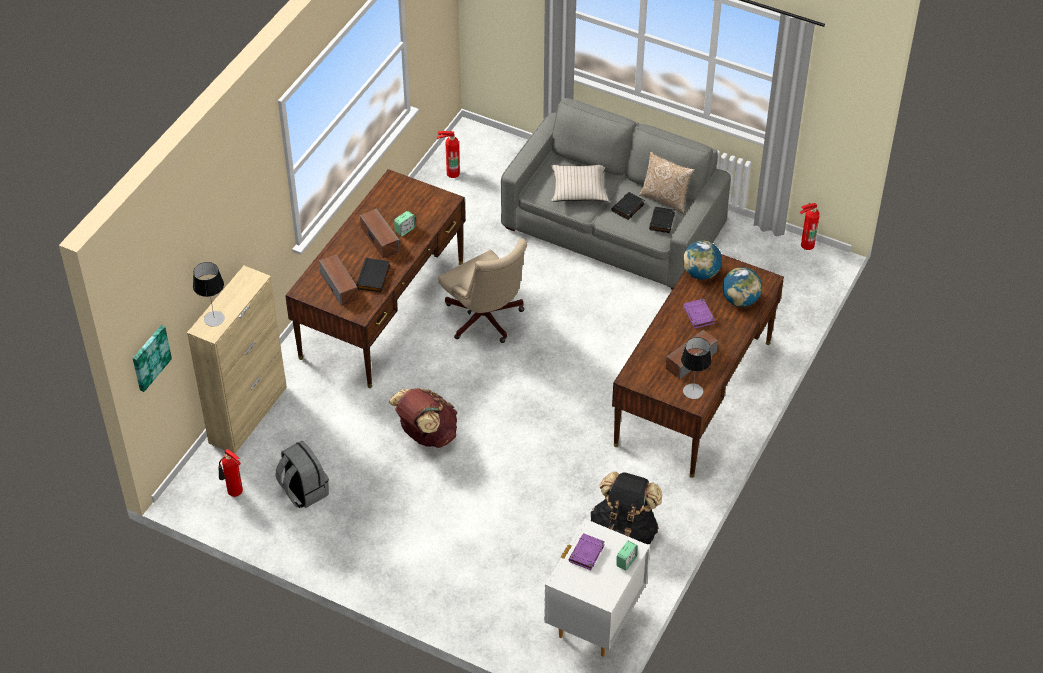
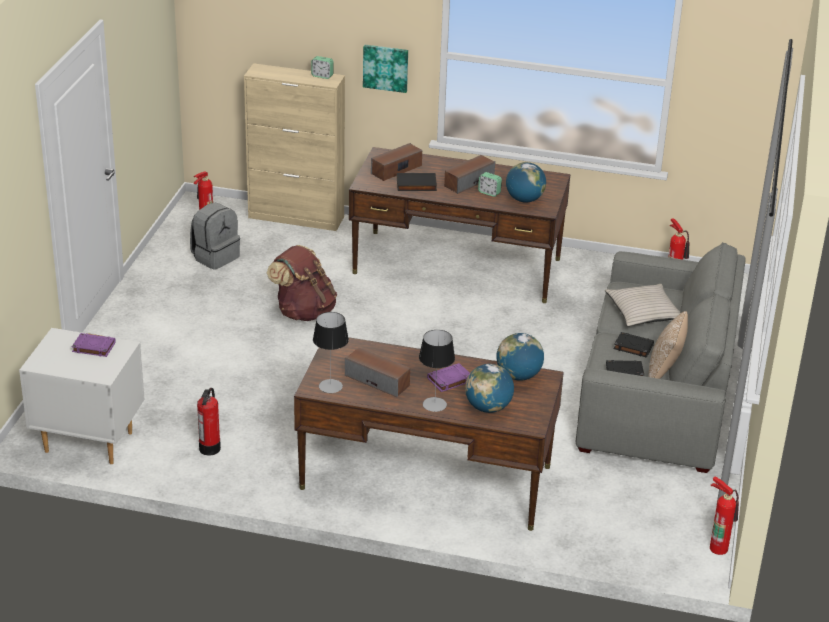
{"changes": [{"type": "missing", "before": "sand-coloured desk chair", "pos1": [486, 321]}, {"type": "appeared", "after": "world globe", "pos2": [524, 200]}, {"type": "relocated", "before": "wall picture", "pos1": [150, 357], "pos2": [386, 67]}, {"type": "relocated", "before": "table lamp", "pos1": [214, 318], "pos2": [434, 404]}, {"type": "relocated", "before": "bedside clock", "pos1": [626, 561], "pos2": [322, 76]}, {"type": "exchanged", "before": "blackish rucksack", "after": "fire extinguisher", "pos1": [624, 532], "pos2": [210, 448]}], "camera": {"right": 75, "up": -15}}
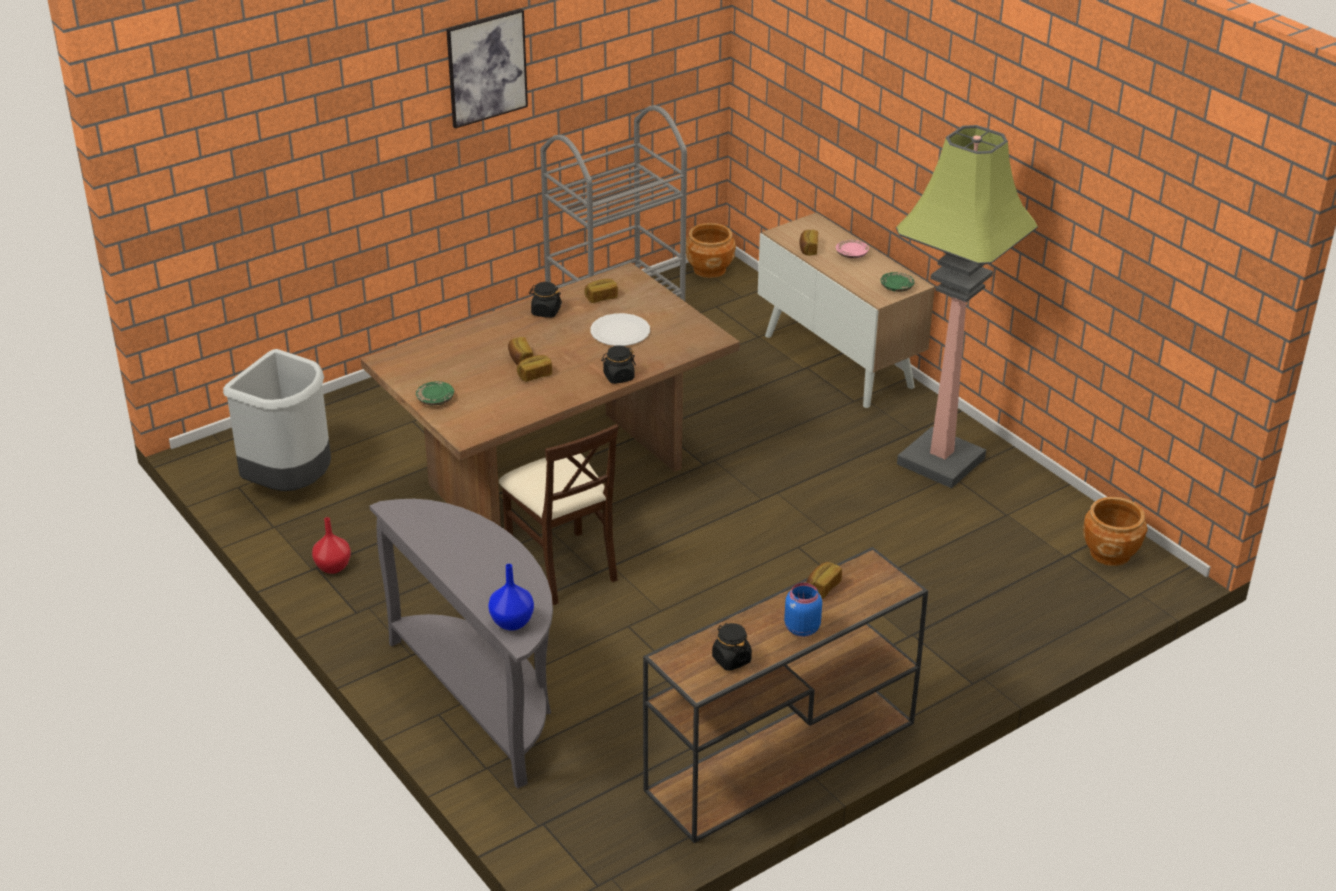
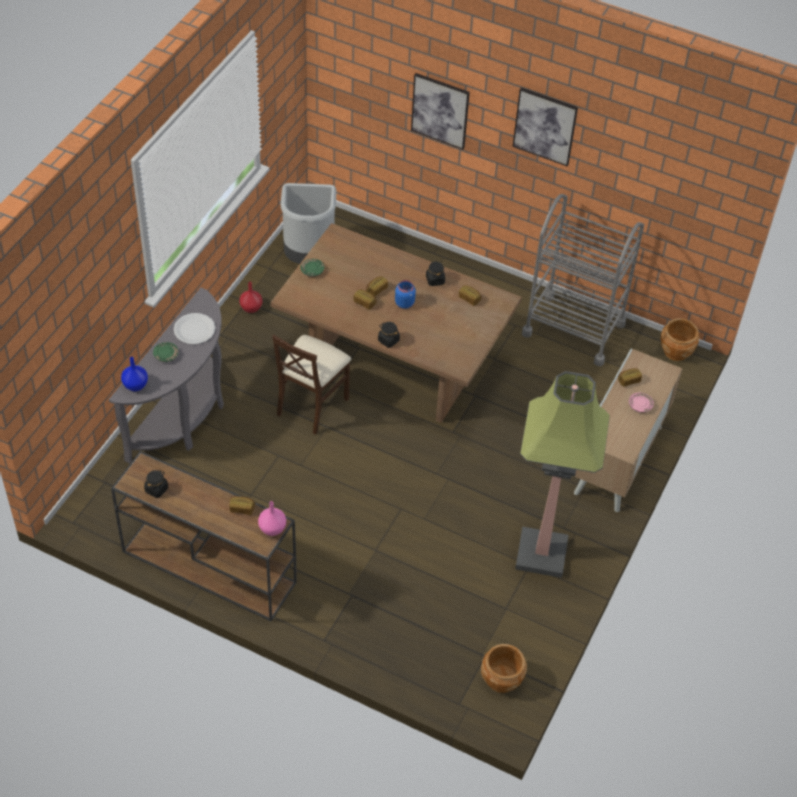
{"changes": [{"type": "appeared", "after": "pinkish flower vase", "pos2": [272, 529]}, {"type": "appeared", "after": "wall picture", "pos2": [440, 110]}, {"type": "relocated", "before": "white-coloured plate", "pos1": [620, 332], "pos2": [194, 329]}, {"type": "relocated", "before": "bluish storage jar", "pos1": [801, 628], "pos2": [404, 303]}, {"type": "relocated", "before": "green-coloured plate", "pos1": [896, 287], "pos2": [166, 355]}], "camera": {"right": 60, "up": 15}}
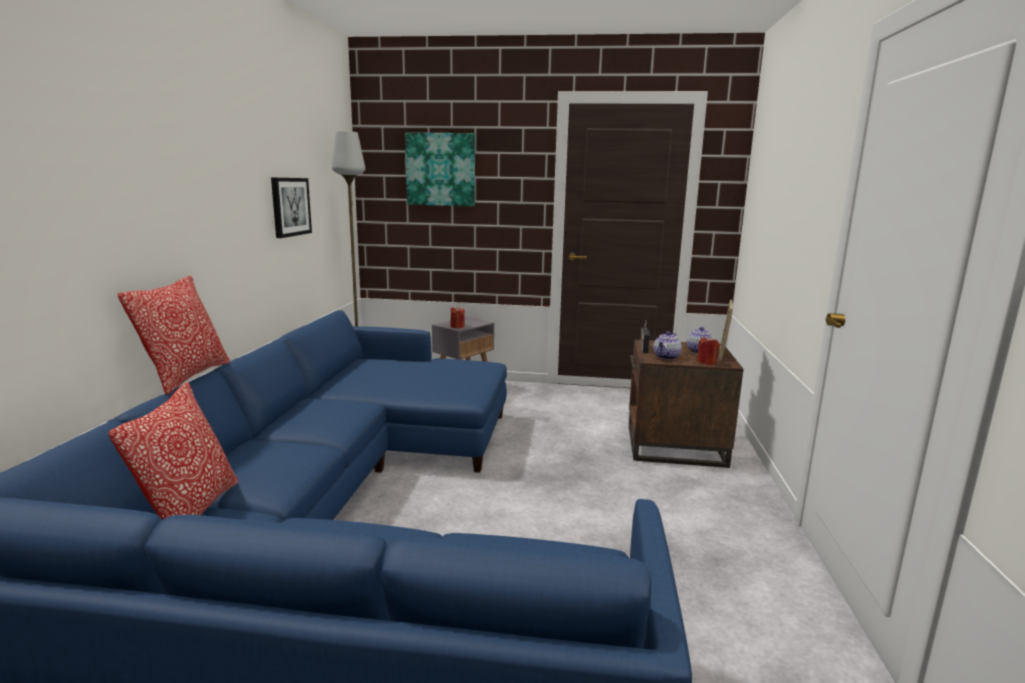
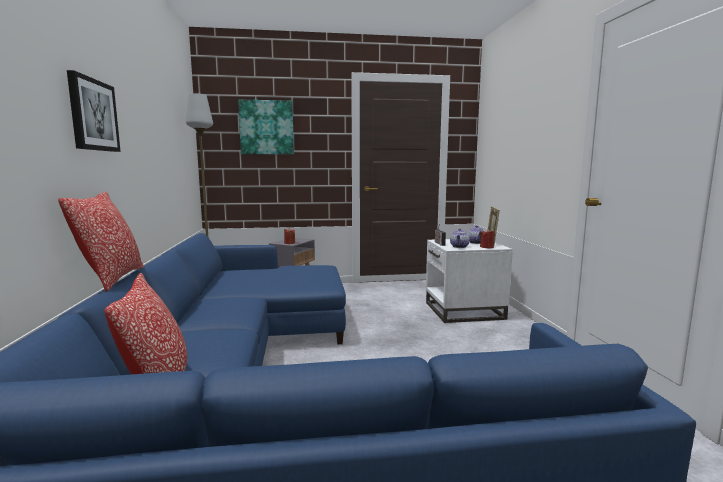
{"changes": [{"type": "relocated", "before": "wall picture", "pos1": [290, 206], "pos2": [93, 115]}, {"type": "colour", "before": "brownish end table", "after": "white-coloured end table", "pos1": [675, 446], "pos2": [464, 311]}], "camera": {"right": -15, "up": -5}}
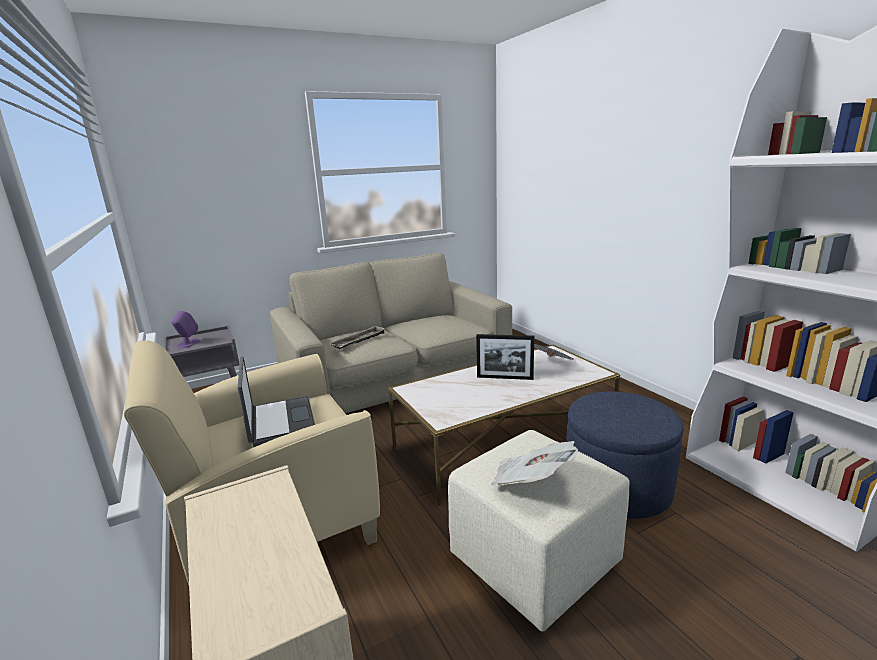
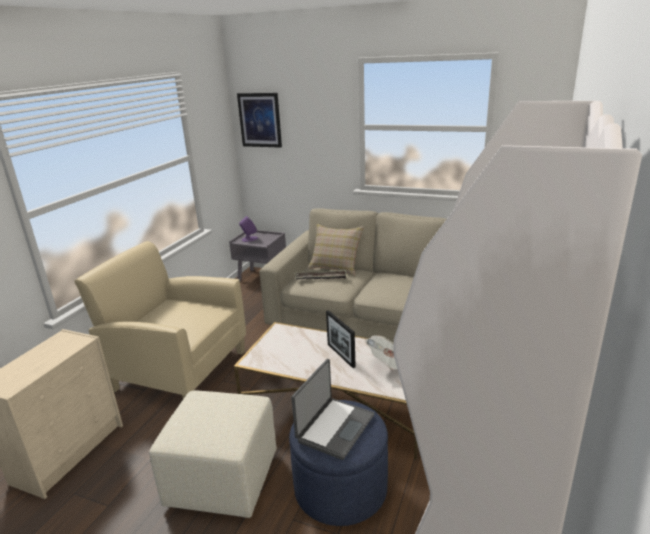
{"changes": [{"type": "missing", "before": "newspaper", "pos1": [531, 482]}, {"type": "appeared", "after": "wall picture", "pos2": [260, 120]}, {"type": "appeared", "after": "sand-coloured cushion", "pos2": [336, 267]}, {"type": "relocated", "before": "portable computer", "pos1": [279, 422], "pos2": [334, 428]}], "camera": {"right": 50, "up": 5}}
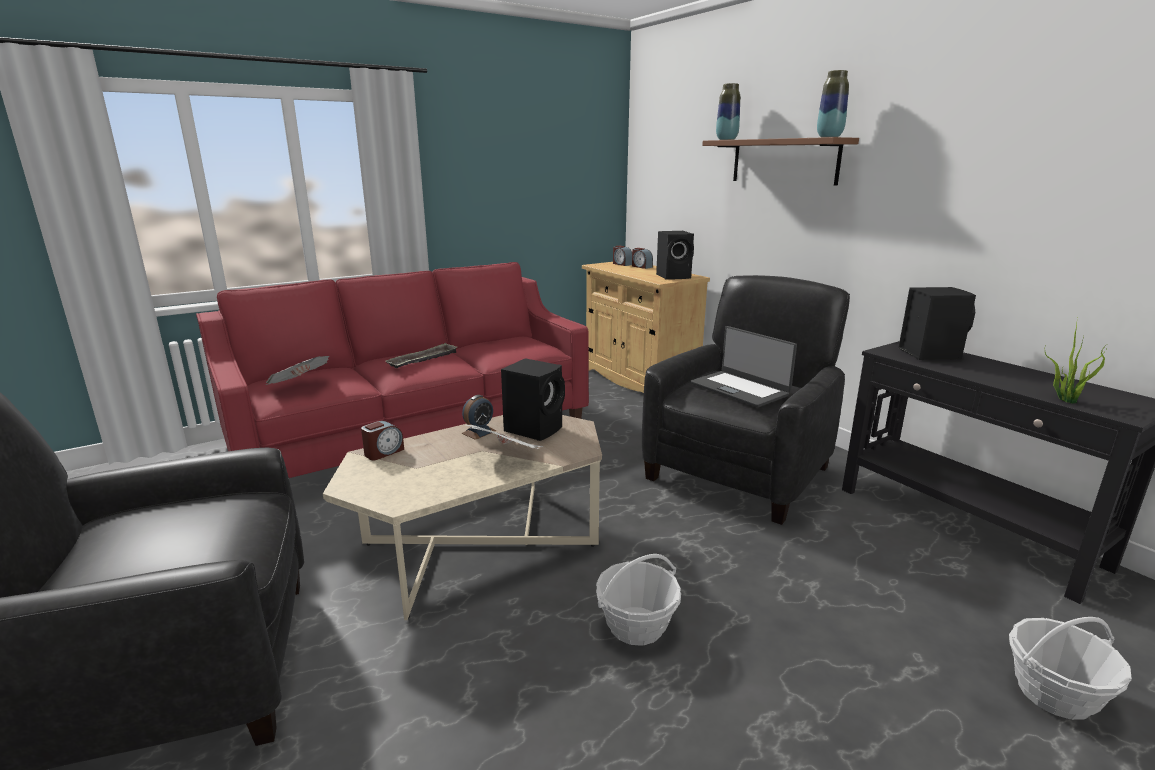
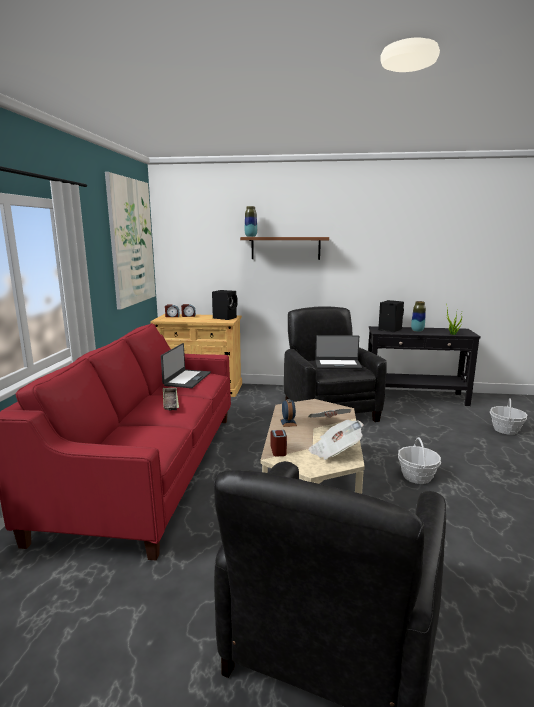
{"changes": [{"type": "missing", "before": "blackish audio speaker", "pos1": [535, 428]}, {"type": "appeared", "after": "wall picture", "pos2": [131, 242]}, {"type": "appeared", "after": "portable computer", "pos2": [186, 379]}, {"type": "relocated", "before": "newspaper", "pos1": [300, 386], "pos2": [335, 451]}, {"type": "relocated", "before": "flower vase", "pos1": [829, 137], "pos2": [417, 331]}], "camera": {"right": -50, "up": -5}}
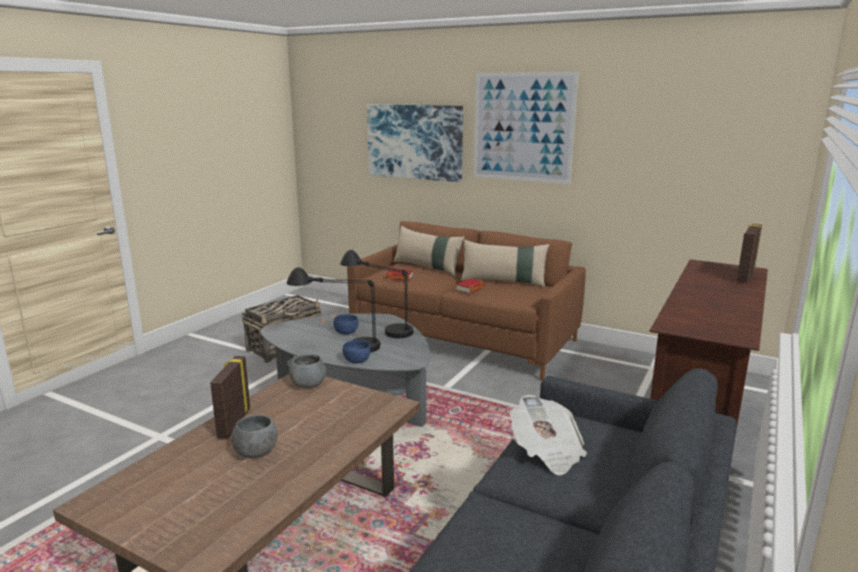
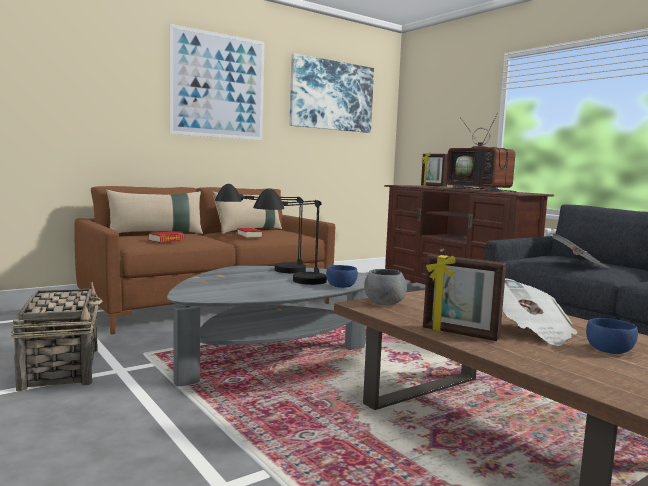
{"changes": [{"type": "appeared", "after": "TV", "pos2": [481, 190]}, {"type": "relocated", "before": "bluish bowl", "pos1": [346, 332], "pos2": [609, 350]}, {"type": "relocated", "before": "wall picture", "pos1": [414, 142], "pos2": [332, 95]}, {"type": "exchanged", "before": "grey bowl", "after": "newspaper", "pos1": [256, 452], "pos2": [532, 332]}], "camera": {"right": -65, "up": -10}}
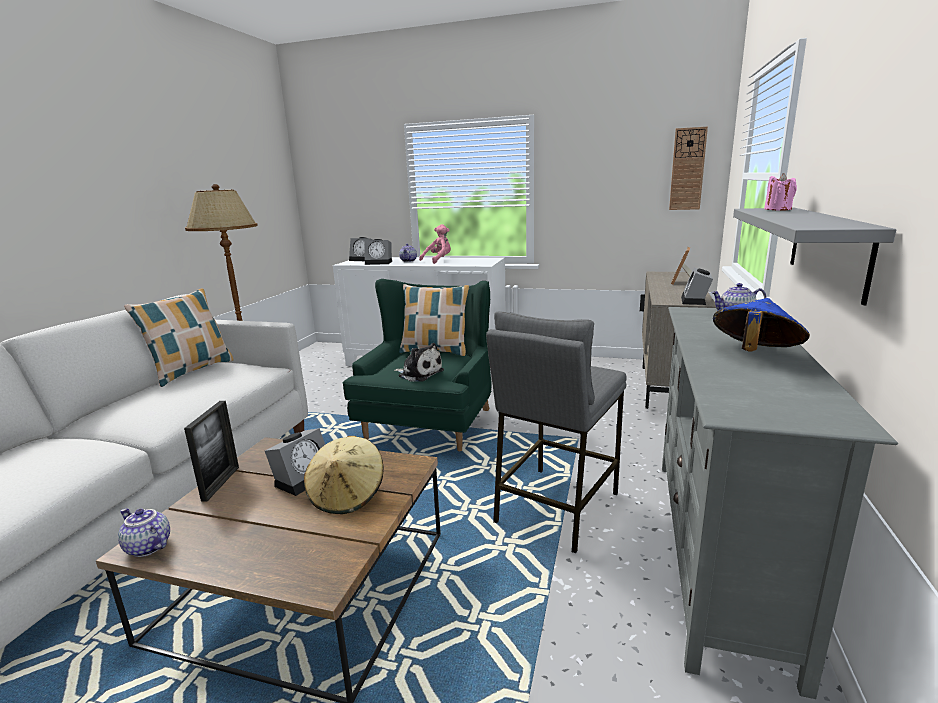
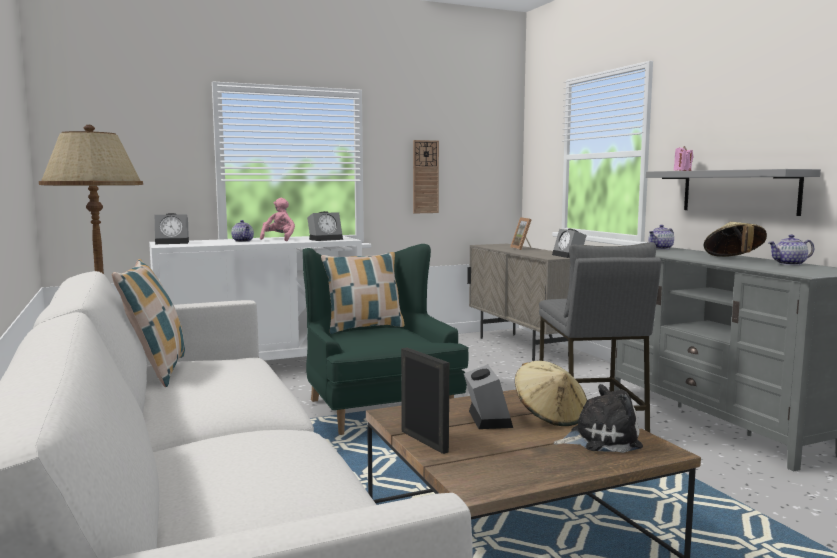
{"changes": [{"type": "relocated", "before": "pot for tea", "pos1": [147, 547], "pos2": [790, 264]}, {"type": "relocated", "before": "bedside clock", "pos1": [380, 262], "pos2": [326, 239]}, {"type": "relocated", "before": "cuddly toy", "pos1": [419, 373], "pos2": [600, 439]}, {"type": "relocated", "before": "hanging clock", "pos1": [687, 169], "pos2": [425, 177]}, {"type": "colour", "before": "bluish hat", "after": "sand-coloured hat", "pos1": [754, 353], "pos2": [733, 259]}], "camera": {"right": -40, "up": -10}}
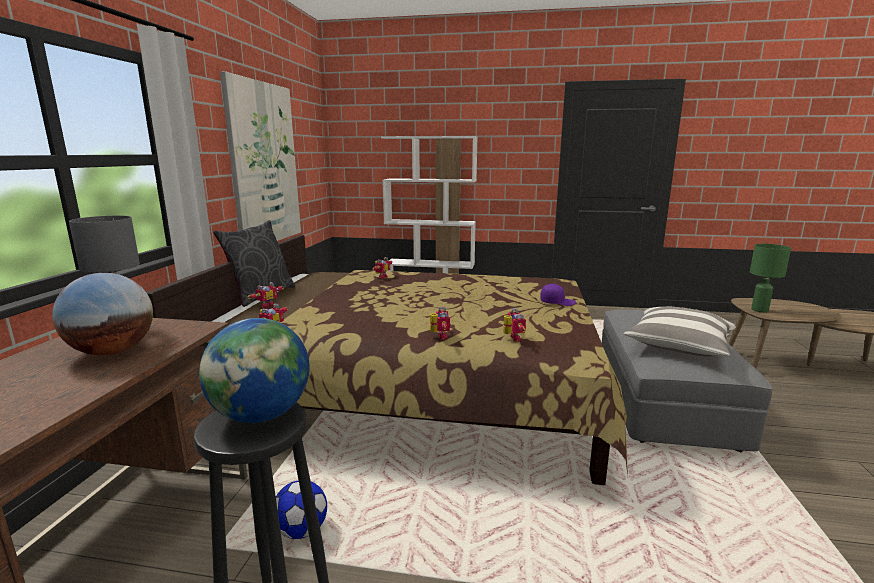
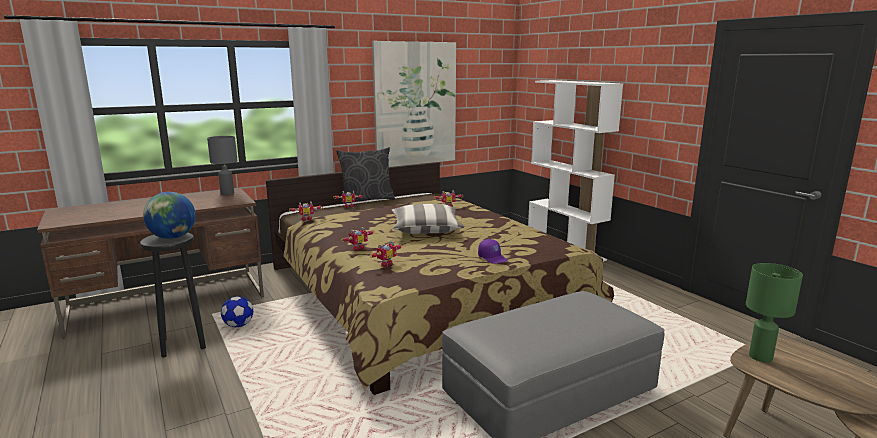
{"changes": [{"type": "missing", "before": "world globe", "pos1": [113, 351]}, {"type": "relocated", "before": "cushion", "pos1": [679, 345], "pos2": [426, 230]}], "camera": {"right": 50, "up": 0}}
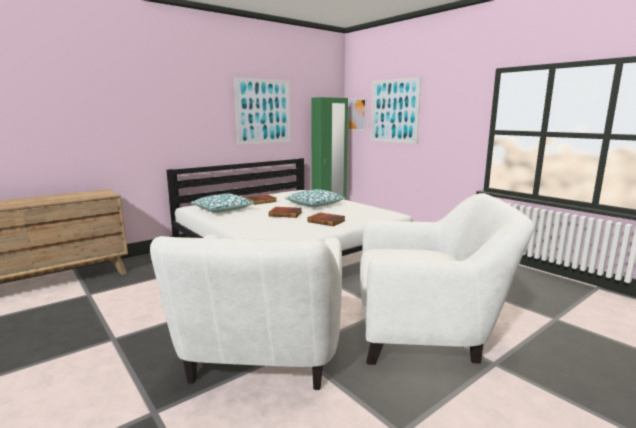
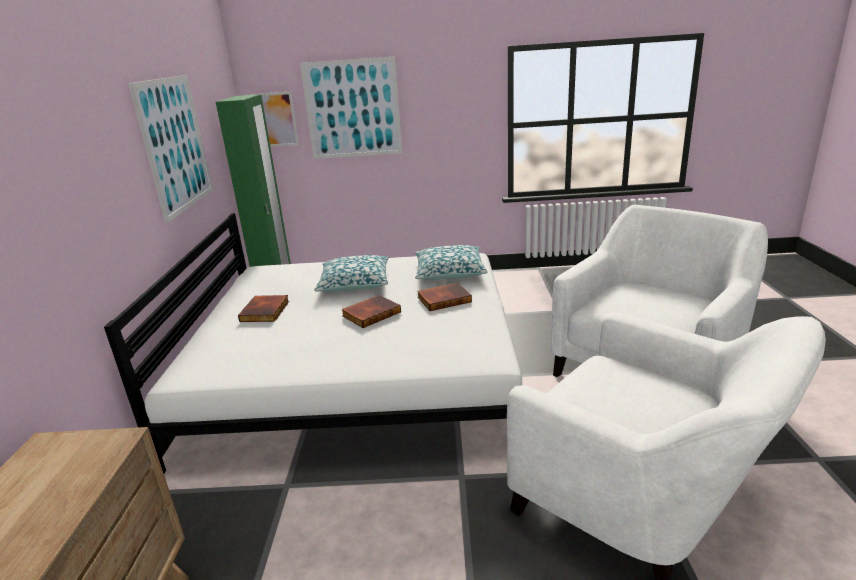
{"changes": [{"type": "relocated", "before": "cushion", "pos1": [222, 209], "pos2": [449, 272]}], "camera": {"right": -50, "up": 10}}
